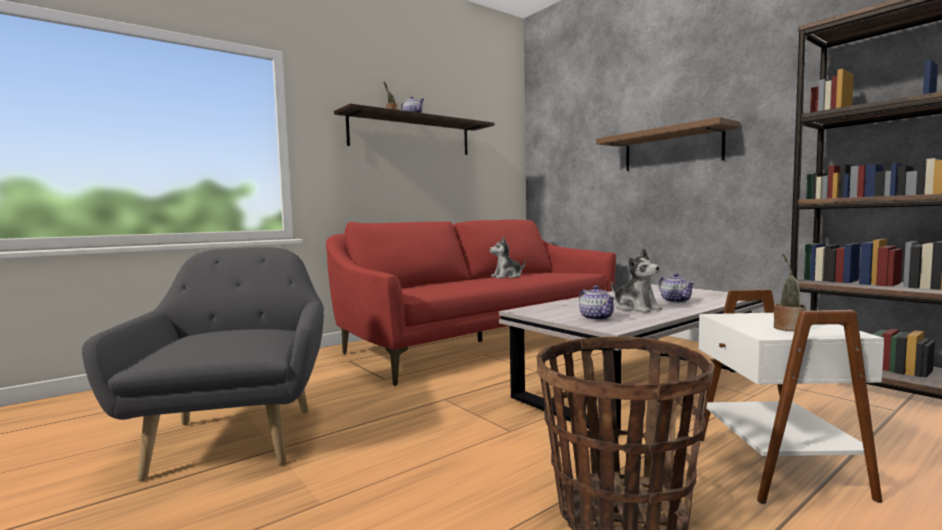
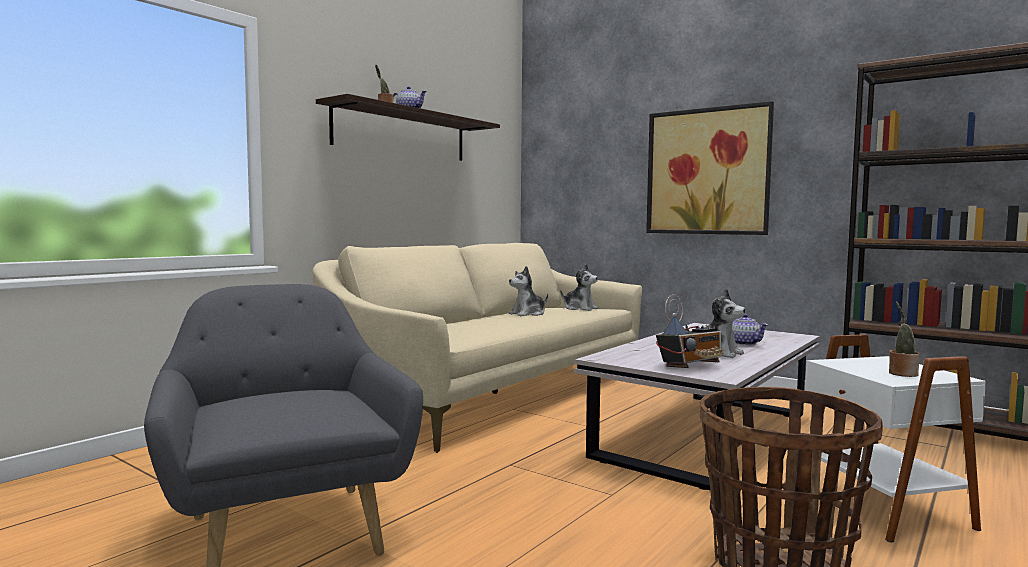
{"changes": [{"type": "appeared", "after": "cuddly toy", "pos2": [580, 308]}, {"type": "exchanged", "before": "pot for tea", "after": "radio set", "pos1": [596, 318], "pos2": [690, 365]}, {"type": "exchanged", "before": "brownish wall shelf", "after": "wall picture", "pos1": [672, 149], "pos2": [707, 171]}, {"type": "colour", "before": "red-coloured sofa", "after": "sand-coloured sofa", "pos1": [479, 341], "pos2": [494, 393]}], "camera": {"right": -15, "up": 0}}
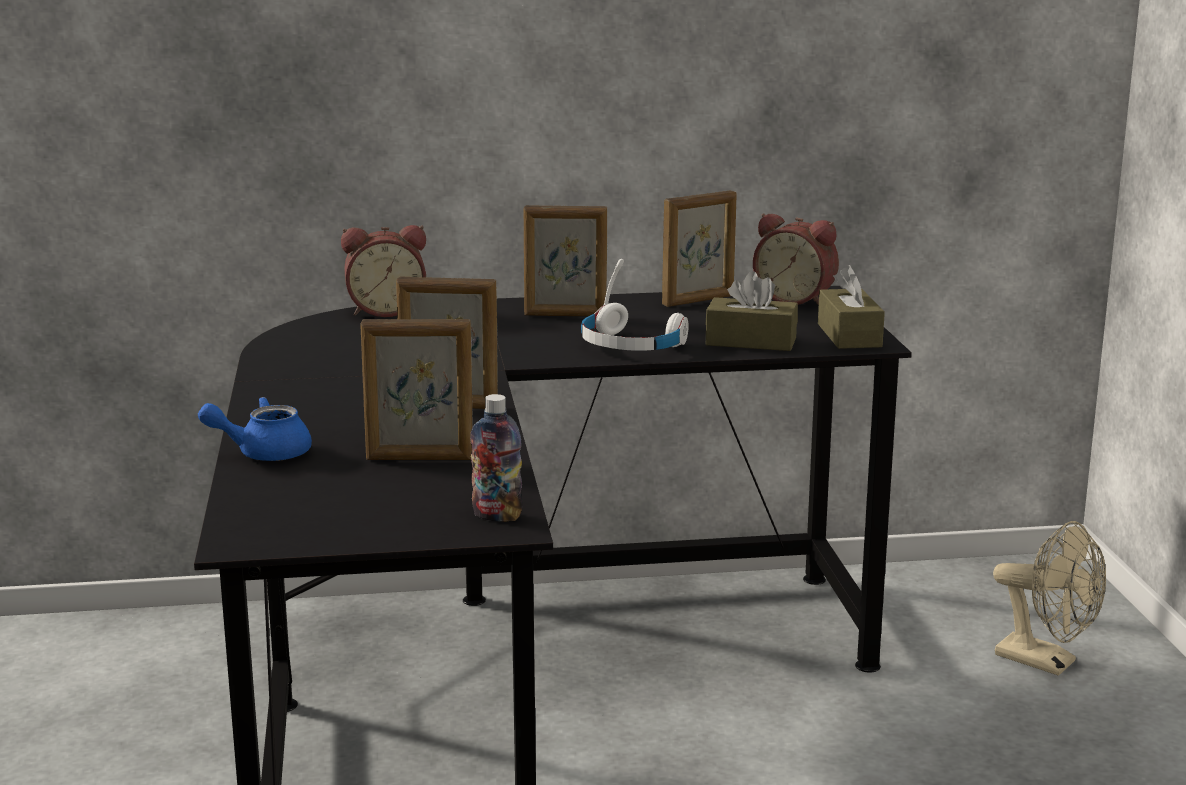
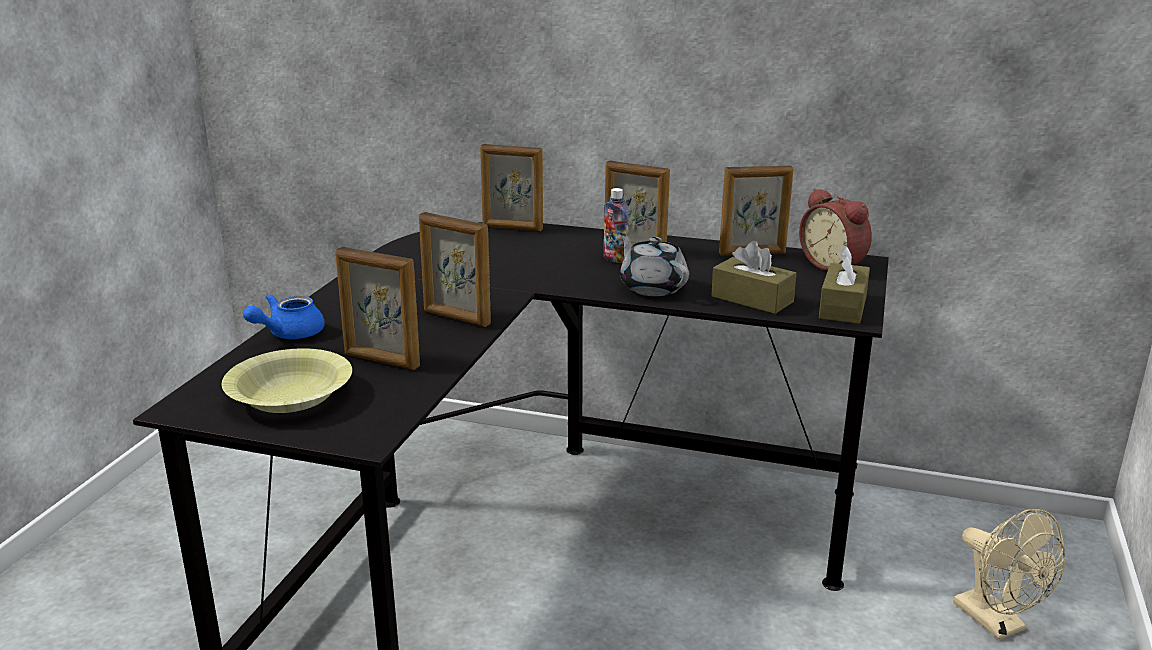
{"changes": [{"type": "appeared", "after": "yellow bowl", "pos2": [290, 397]}, {"type": "relocated", "before": "beverage bottle", "pos1": [497, 515], "pos2": [615, 259]}, {"type": "exchanged", "before": "bedside clock", "after": "standing frame", "pos1": [386, 311], "pos2": [512, 228]}, {"type": "exchanged", "before": "white-coloured headset", "after": "grey pot for tea", "pos1": [632, 346], "pos2": [652, 287]}, {"type": "spun", "before": "bluish pot for tea", "pos1": [263, 453], "pos2": [288, 334], "turn": -60}], "camera": {"right": 25, "up": 5}}
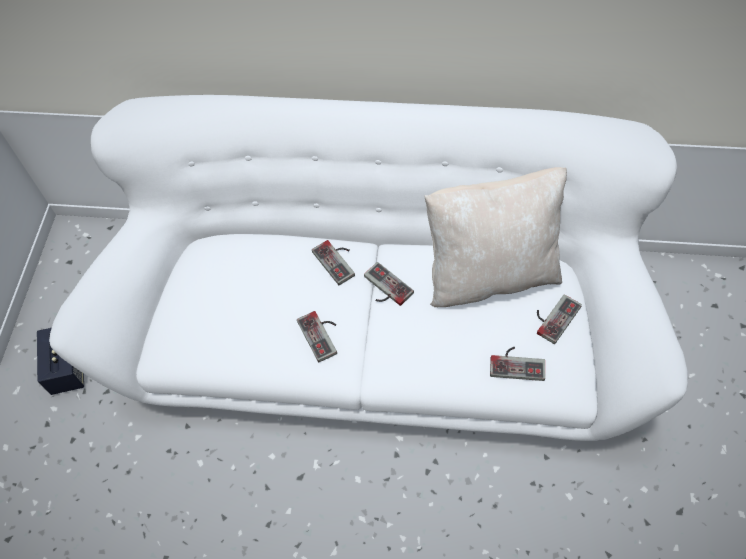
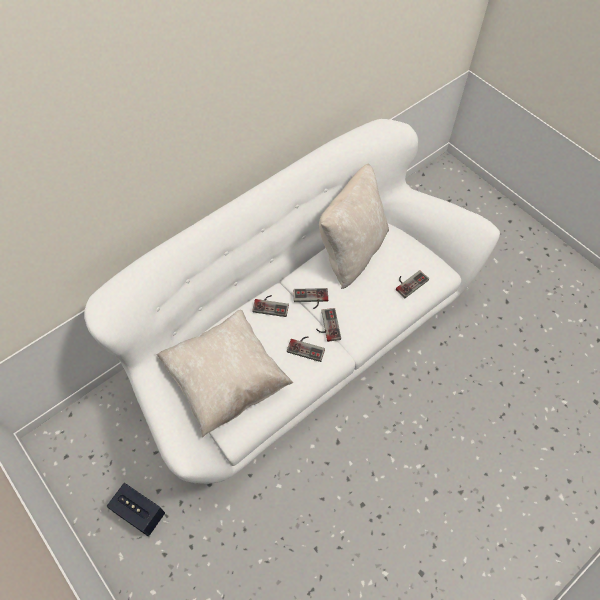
{"changes": [{"type": "appeared", "after": "sand-coloured cushion", "pos2": [226, 380]}, {"type": "relocated", "before": "joypad", "pos1": [553, 316], "pos2": [326, 325]}], "camera": {"right": -50, "up": 0}}
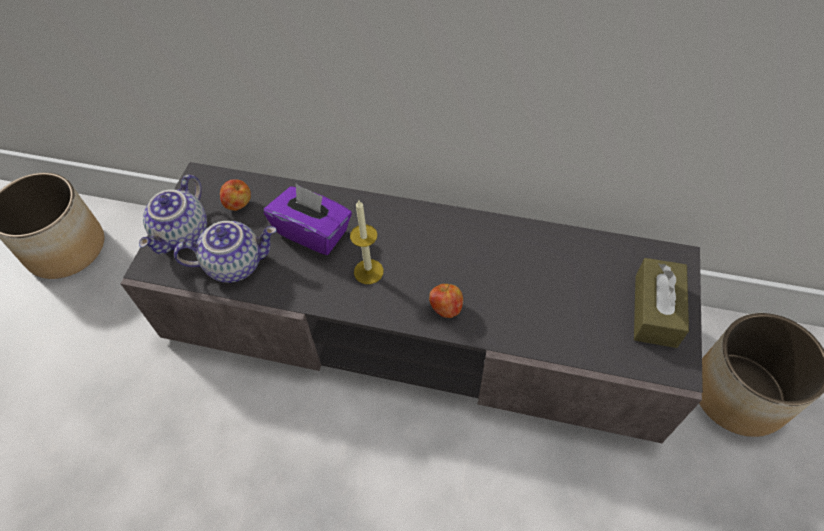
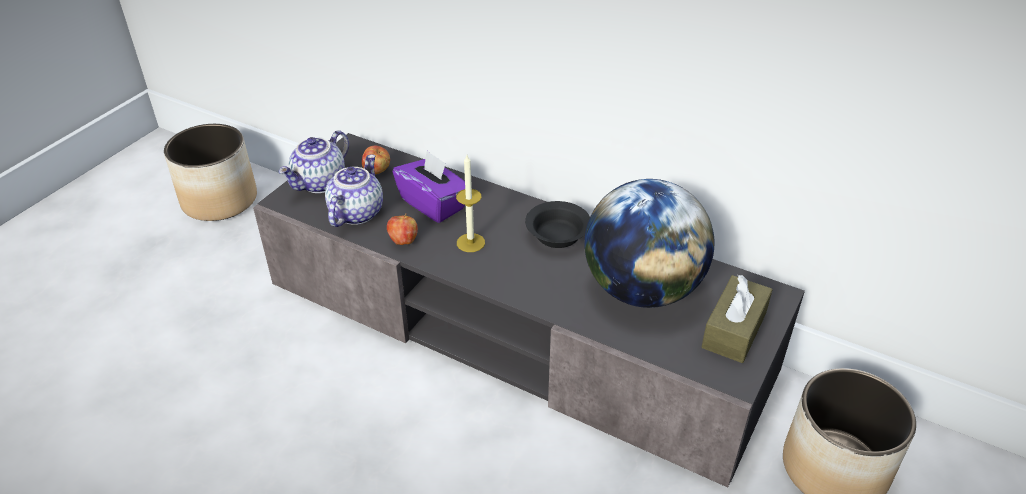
{"changes": [{"type": "appeared", "after": "blackish bowl", "pos2": [556, 236]}, {"type": "appeared", "after": "world globe", "pos2": [642, 289]}, {"type": "relocated", "before": "apple", "pos1": [445, 308], "pos2": [403, 241]}, {"type": "spun", "before": "pot for tea", "pos1": [235, 263], "pos2": [355, 213], "turn": -75}], "camera": {"right": 15, "up": -15}}
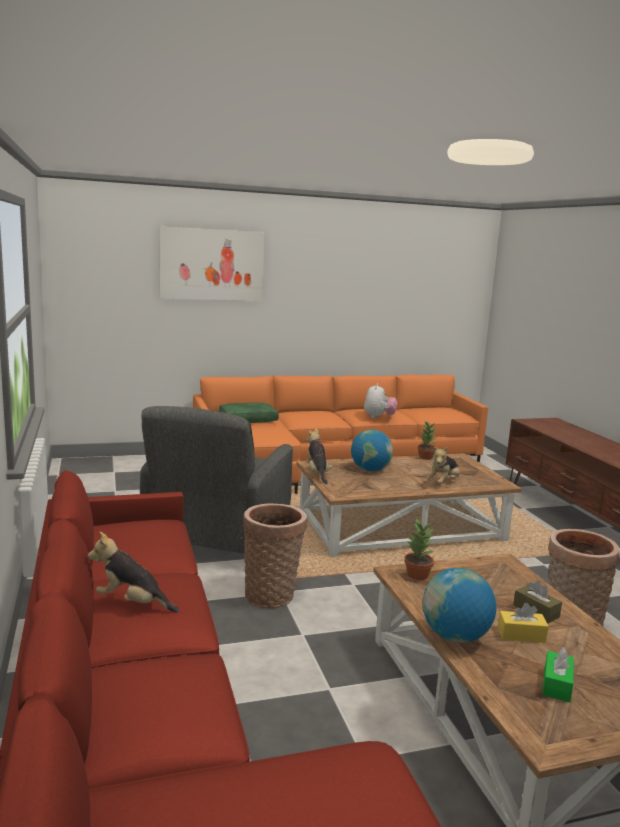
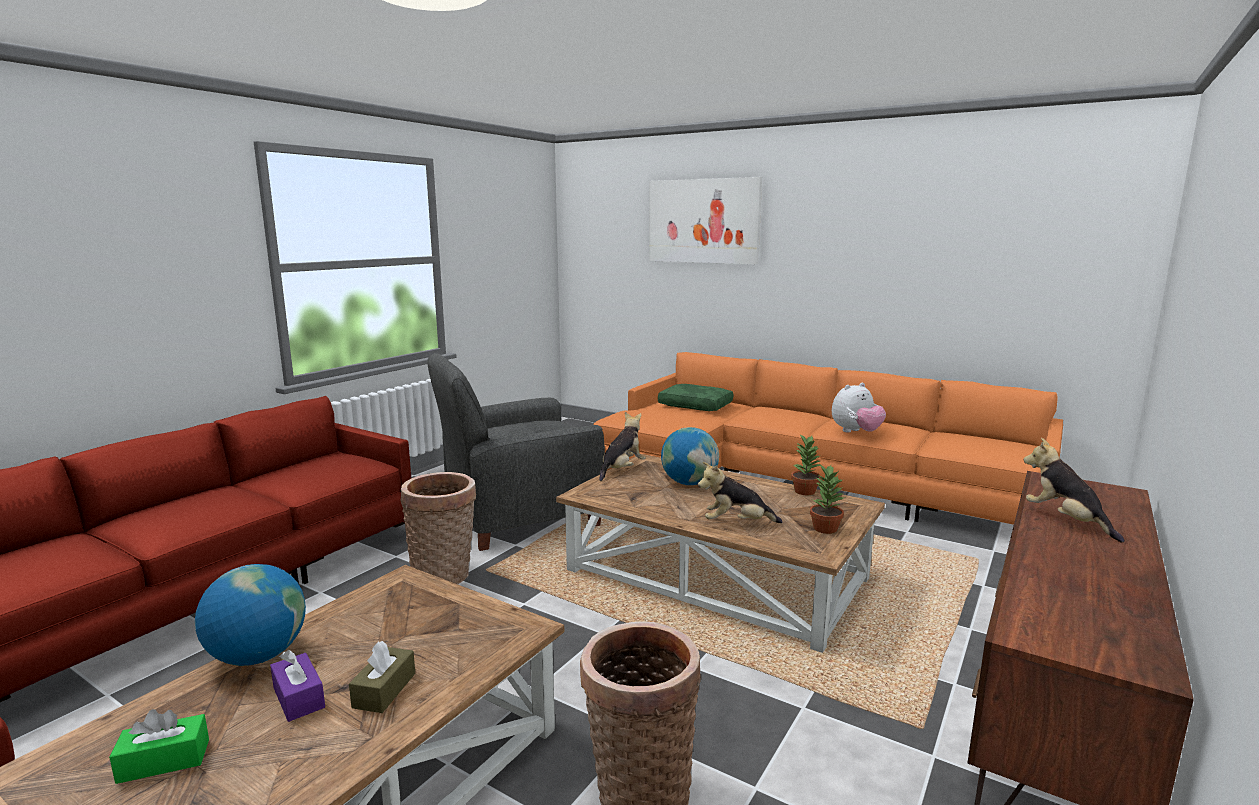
{"changes": [{"type": "relocated", "before": "cuddly toy", "pos1": [132, 603], "pos2": [1066, 521]}, {"type": "relocated", "before": "houseplant", "pos1": [417, 575], "pos2": [825, 528]}, {"type": "colour", "before": "yellow tissue box", "after": "purple-coloured tissue box", "pos1": [521, 635], "pos2": [299, 697]}], "camera": {"right": 50, "up": 0}}
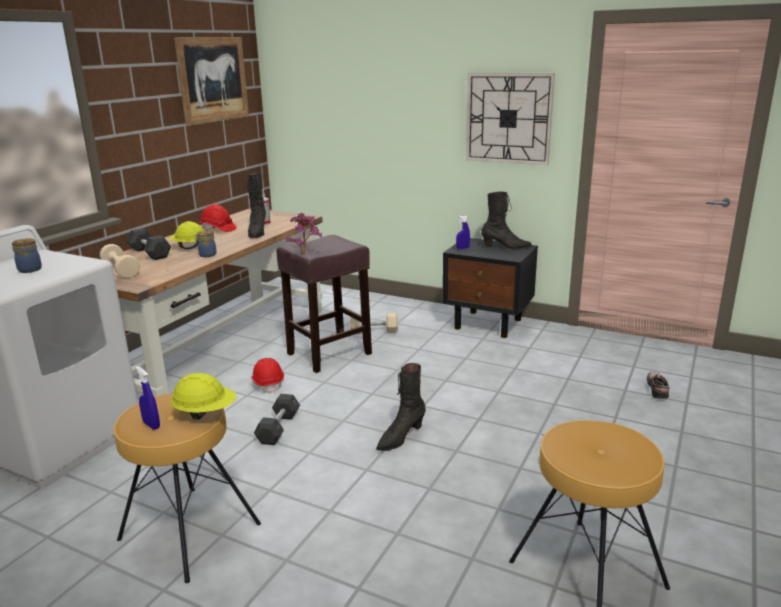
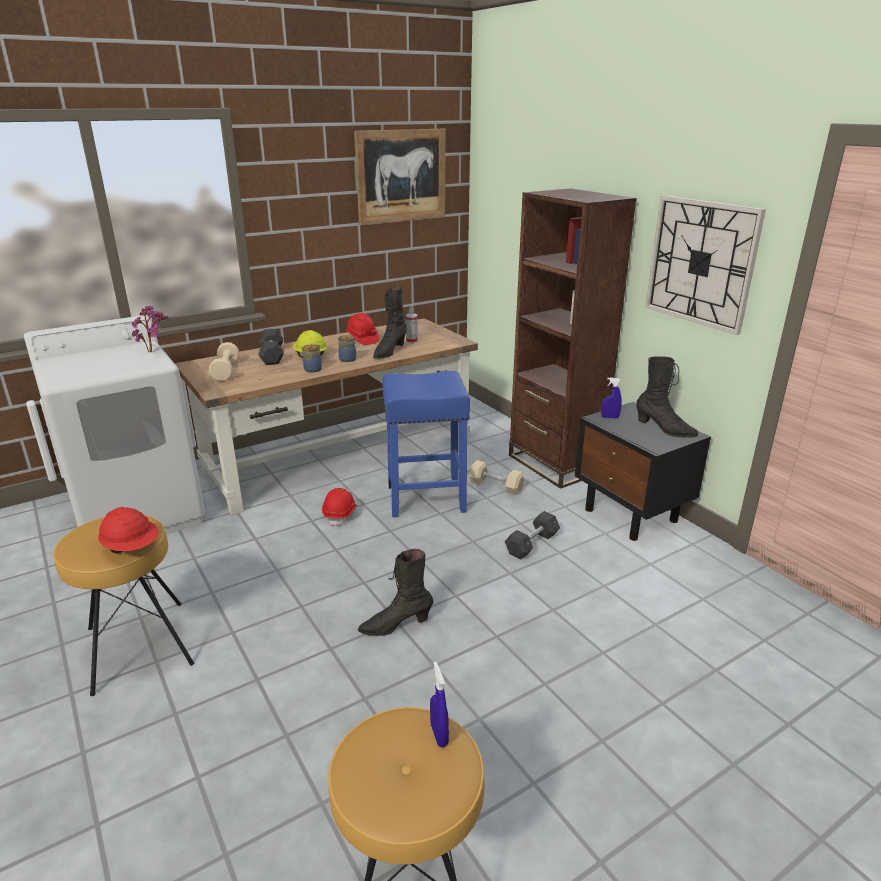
{"changes": [{"type": "missing", "before": "item of footwear", "pos1": [659, 389]}, {"type": "appeared", "after": "brownish bookcase", "pos2": [554, 464]}, {"type": "relocated", "before": "storage jar", "pos1": [30, 269], "pos2": [348, 359]}, {"type": "relocated", "before": "bluish hand sprayer", "pos1": [151, 425], "pos2": [439, 735]}, {"type": "relocated", "before": "grey dumbbell", "pos1": [278, 428], "pos2": [532, 544]}, {"type": "relocated", "before": "houseplant", "pos1": [305, 253], "pos2": [154, 352]}, {"type": "colour", "before": "yellow work helmet", "after": "red-coloured work helmet", "pos1": [206, 413], "pos2": [132, 548]}, {"type": "colour", "before": "brownish sitting stool", "after": "bluish sitting stool", "pos1": [328, 354], "pos2": [424, 499]}], "camera": {"right": 30, "up": 5}}
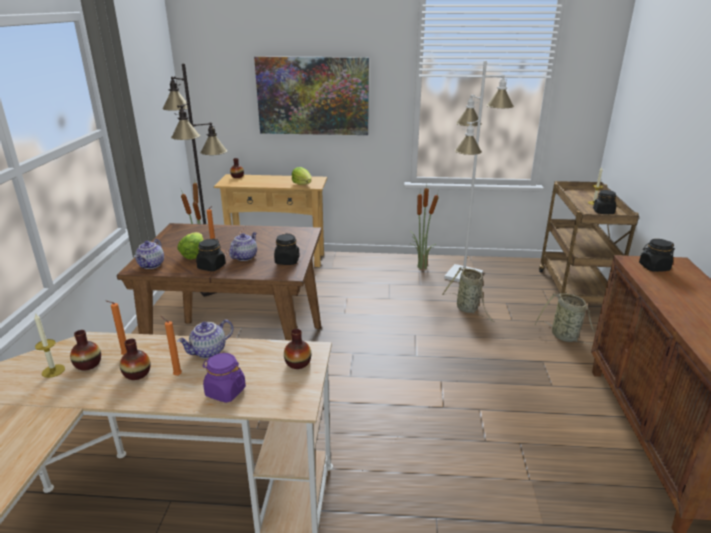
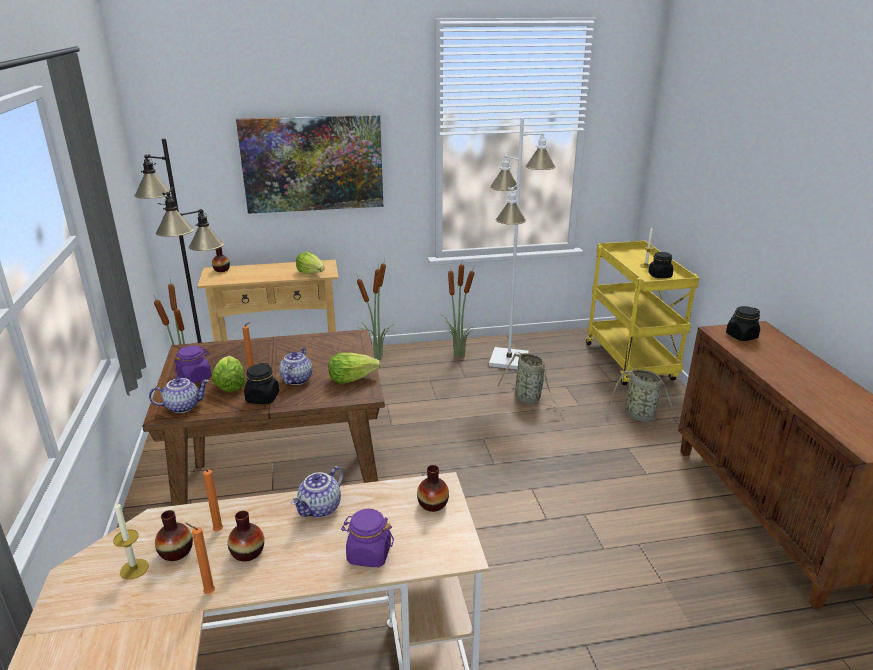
{"changes": [{"type": "appeared", "after": "purple-coloured storage jar", "pos2": [195, 378]}, {"type": "appeared", "after": "houseplant", "pos2": [377, 358]}, {"type": "relocated", "before": "orange-coloured wax light", "pos1": [176, 375], "pos2": [208, 592]}, {"type": "exchanged", "before": "blackish storage jar", "after": "head of lettuce", "pos1": [287, 261], "pos2": [352, 378]}, {"type": "colour", "before": "brownish wheeled cart", "after": "yellow wheeled cart", "pos1": [575, 291], "pos2": [631, 363]}, {"type": "spun", "before": "pot for tea", "pos1": [152, 265], "pos2": [183, 406], "turn": -105}], "camera": {"right": -15, "up": 0}}
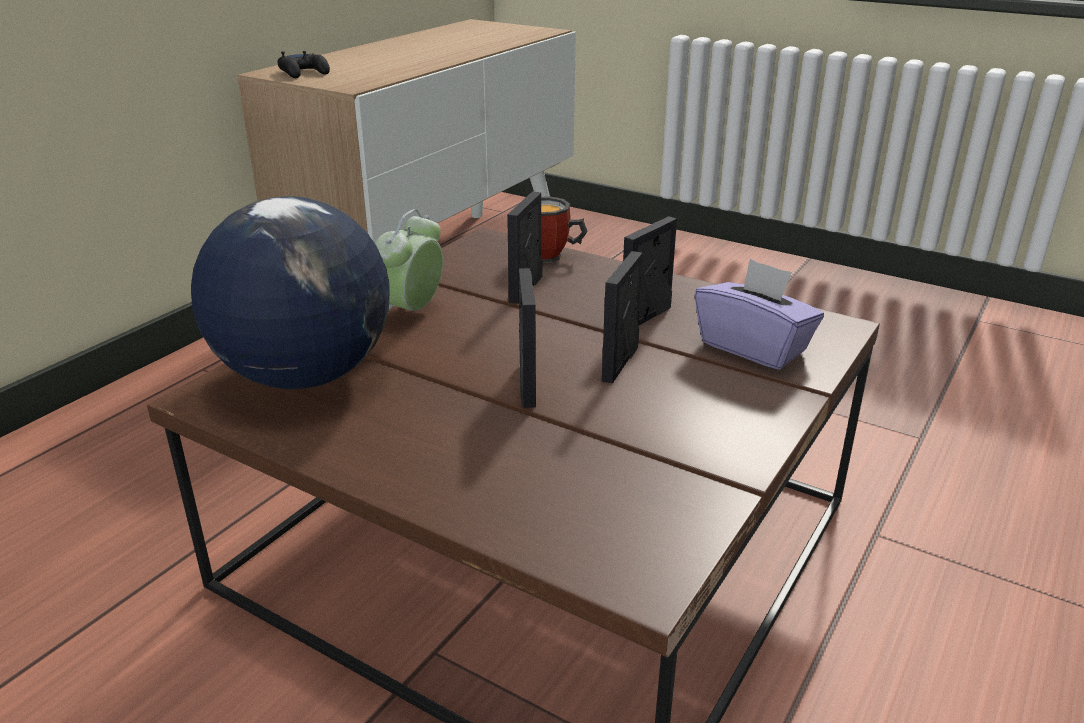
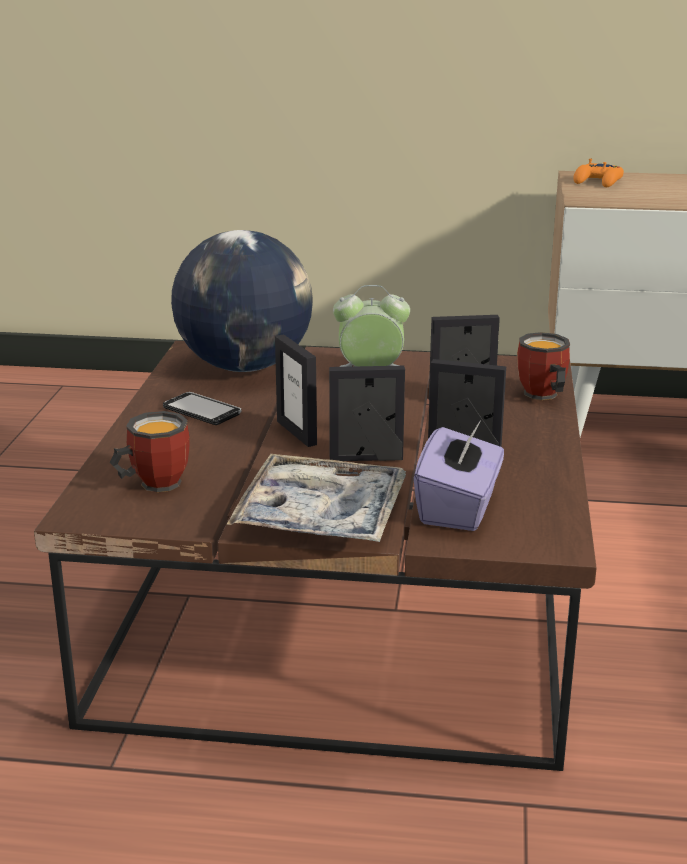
{"changes": [{"type": "appeared", "after": "tea mug", "pos2": [152, 483]}, {"type": "appeared", "after": "handset", "pos2": [202, 411]}, {"type": "appeared", "after": "serving tray", "pos2": [321, 515]}, {"type": "colour", "before": "blackish joypad", "after": "orange-coloured joypad", "pos1": [304, 73], "pos2": [598, 182]}, {"type": "spun", "before": "standing frame", "pos1": [526, 385], "pos2": [297, 433], "turn": 90}], "camera": {"right": 65, "up": -5}}
